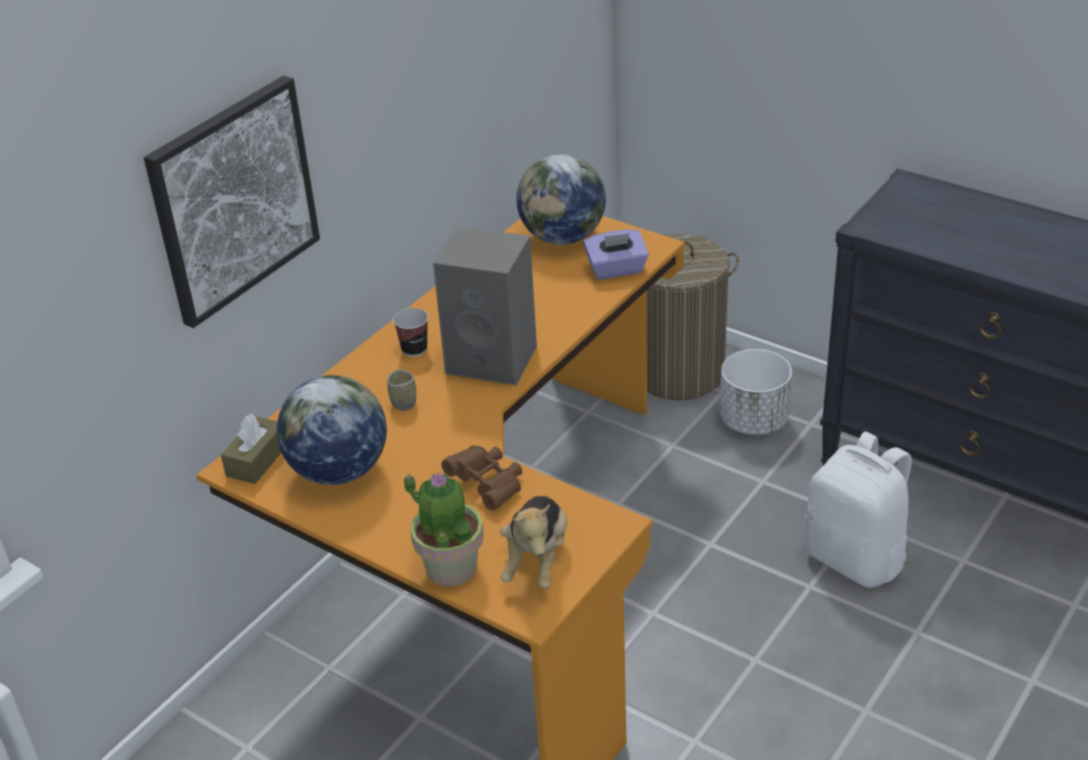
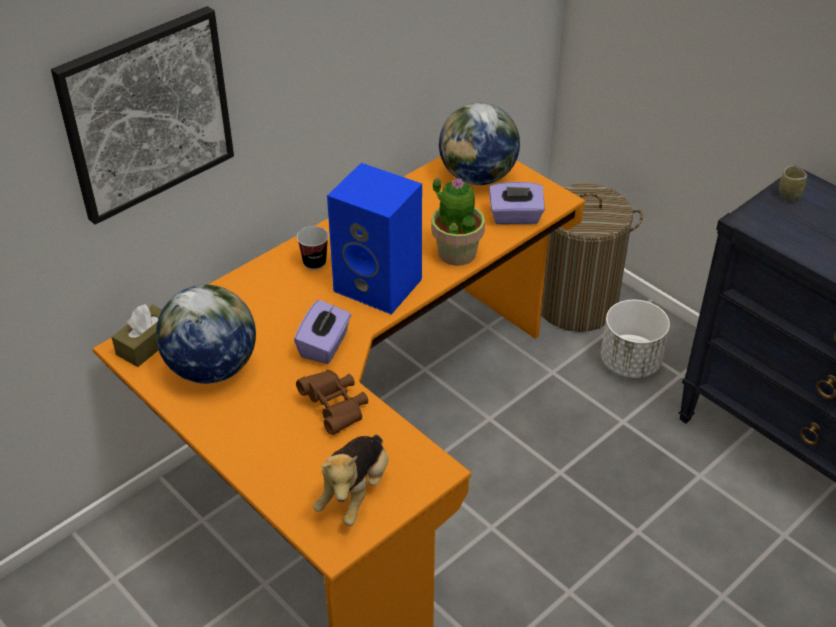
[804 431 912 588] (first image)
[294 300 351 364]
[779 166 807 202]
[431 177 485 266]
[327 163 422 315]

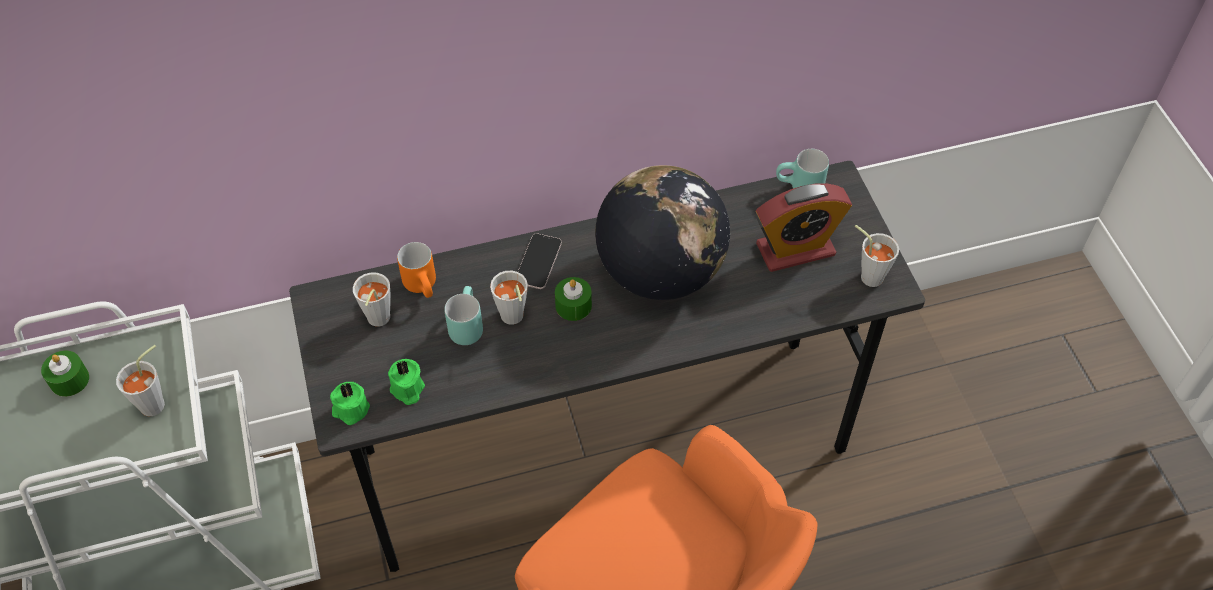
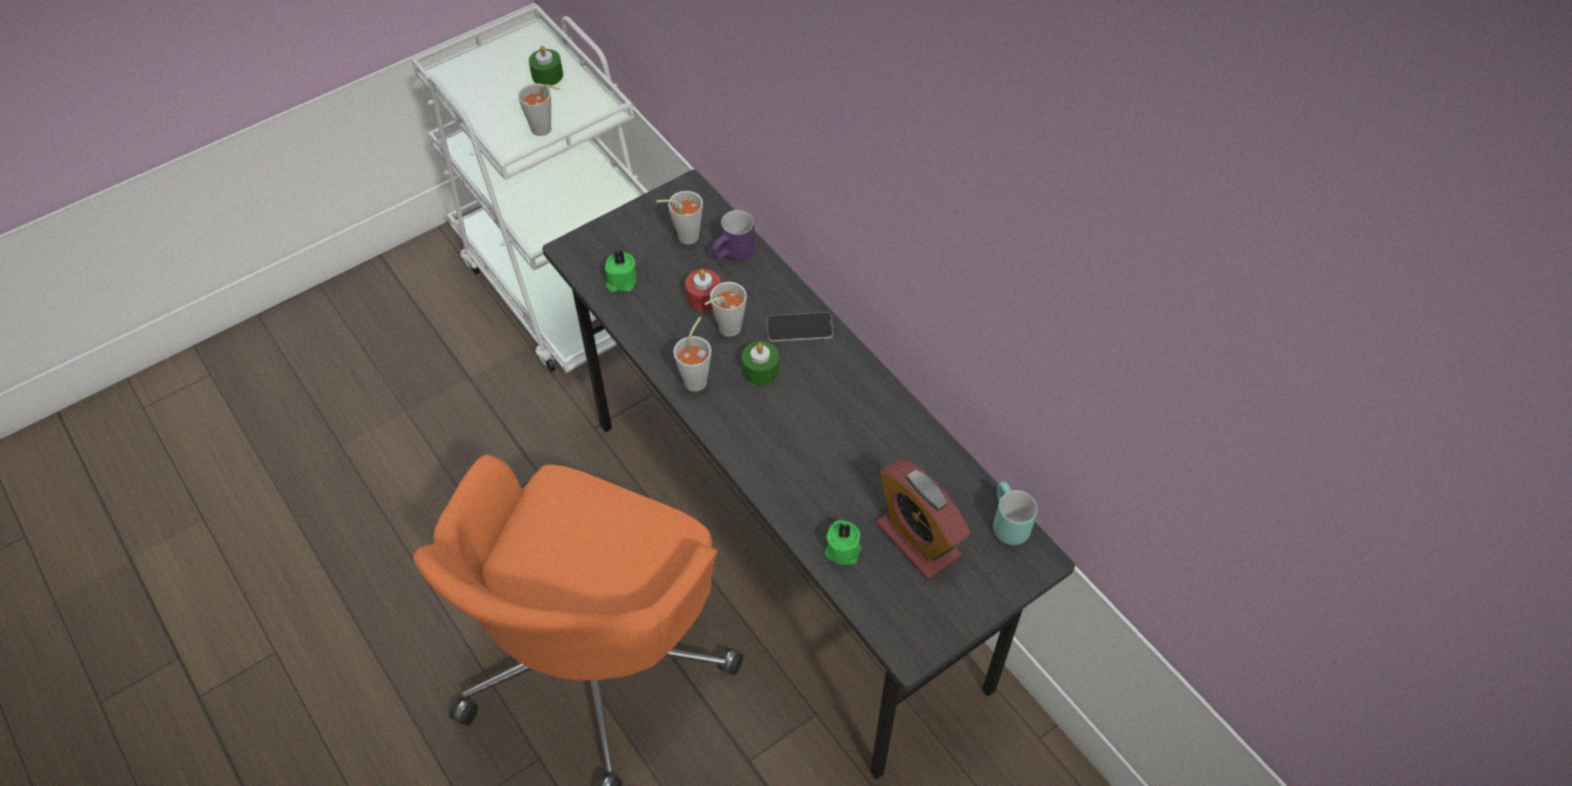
[595 165 730 300] (first image)
[825 520 861 565]
[673 317 711 392]
[685 269 721 311]
[711 210 755 260]

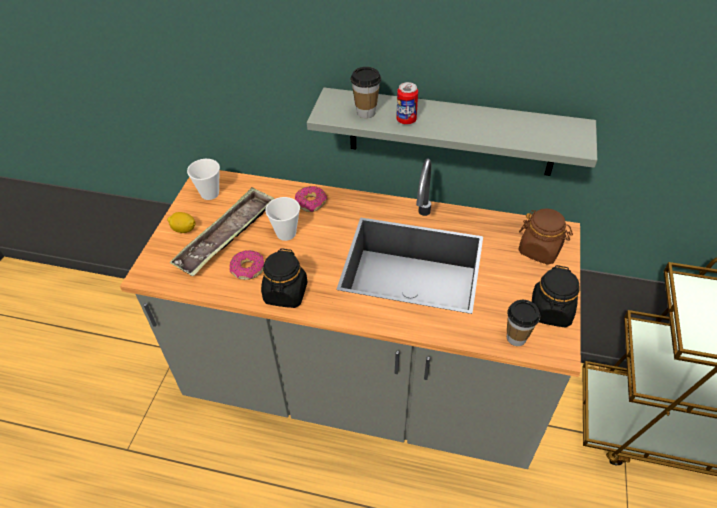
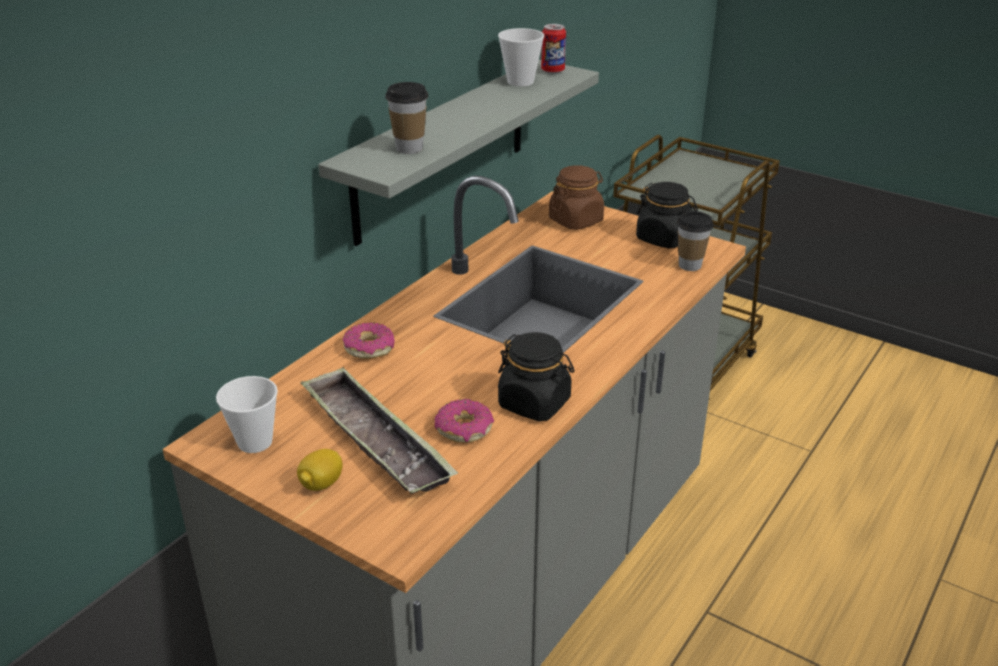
[498 28 544 86]
[541 24 566 74]

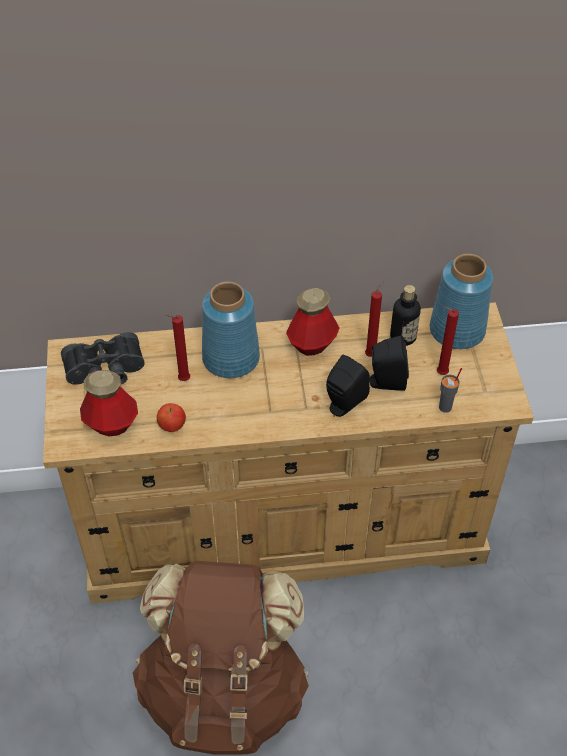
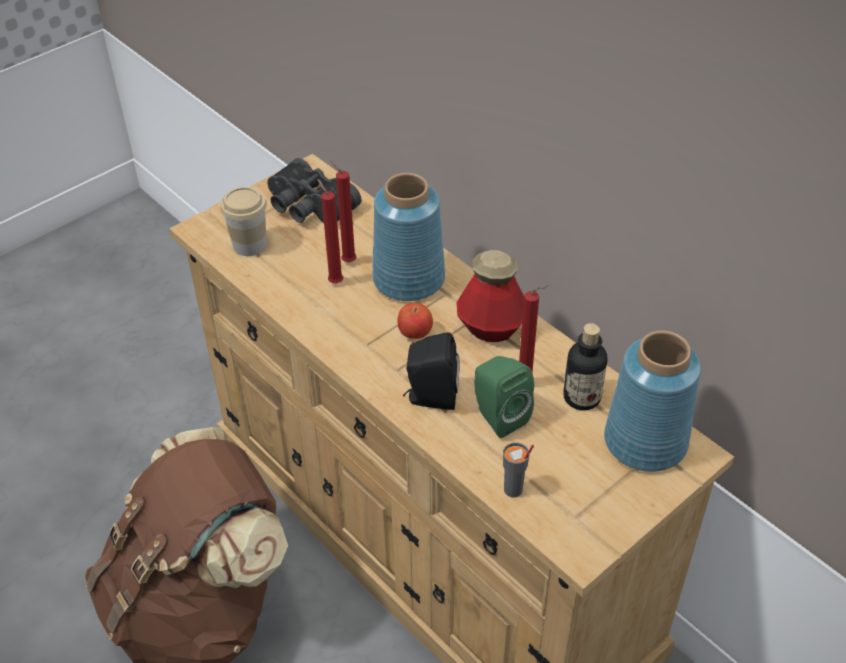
[397 303 433 339]
[317 179 343 283]
[220 187 267 256]
[474 356 534 438]

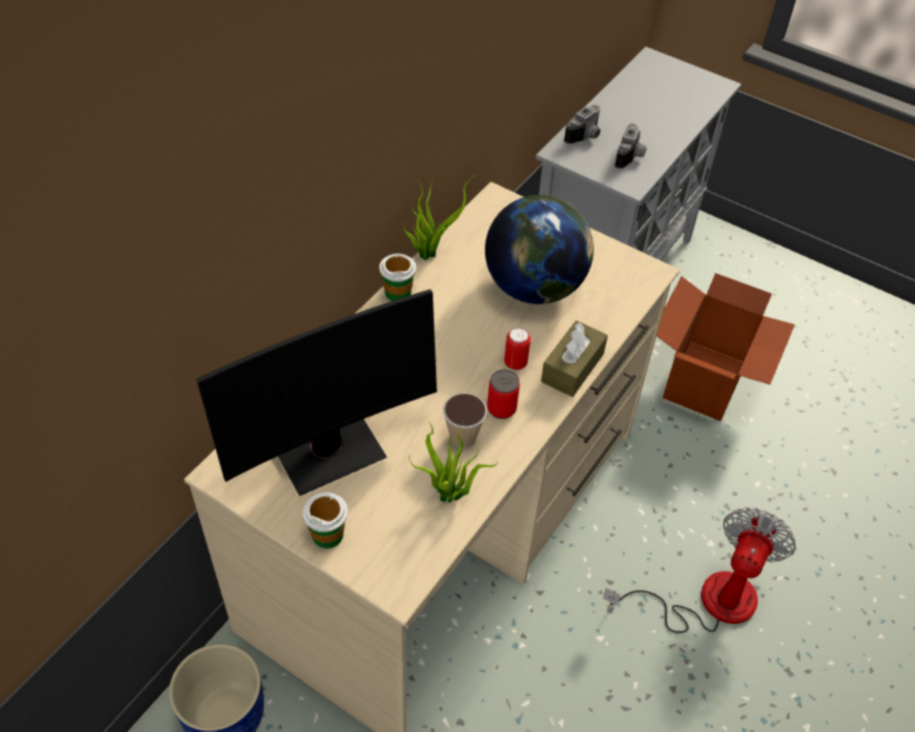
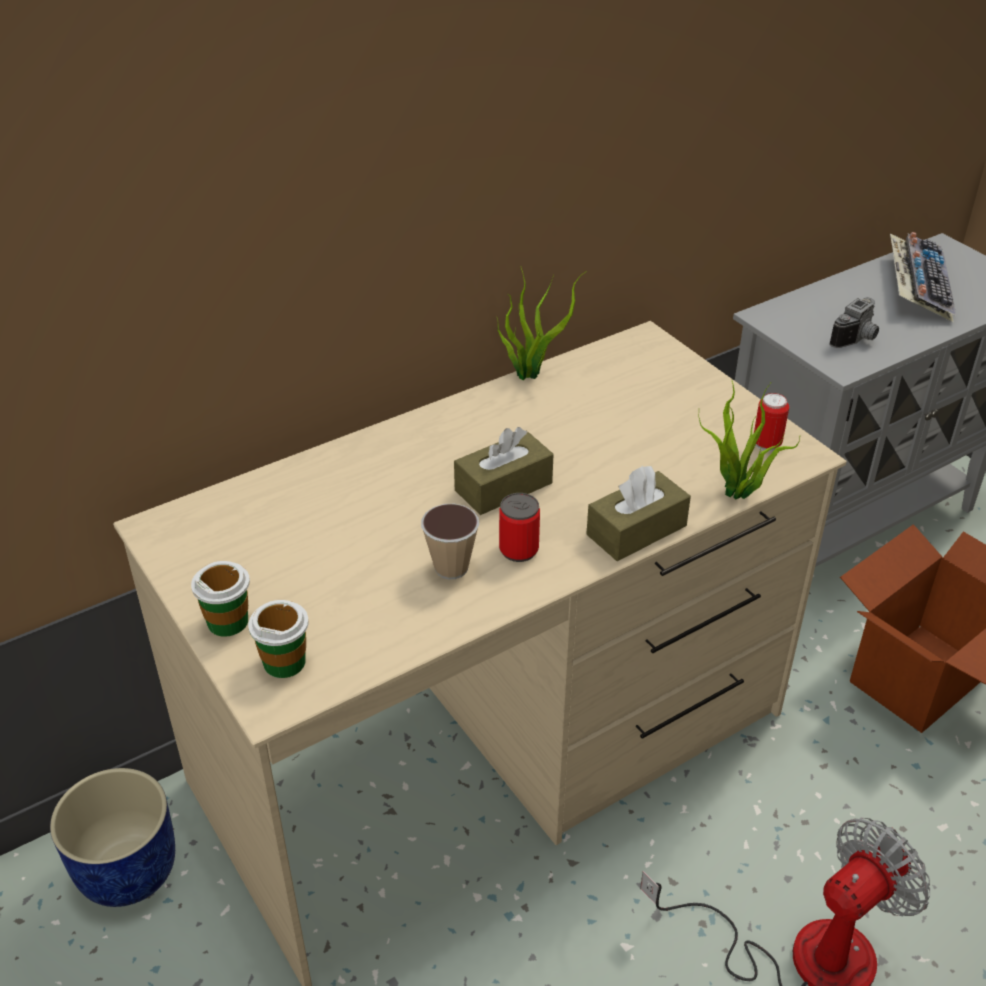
[196 289 437 496] (first image)
[485 195 594 304] (first image)
[564 105 600 144] (first image)
[454 427 554 515]
[890 232 956 322]
[248 600 309 678]
[699 381 800 499]
[754 393 789 452]

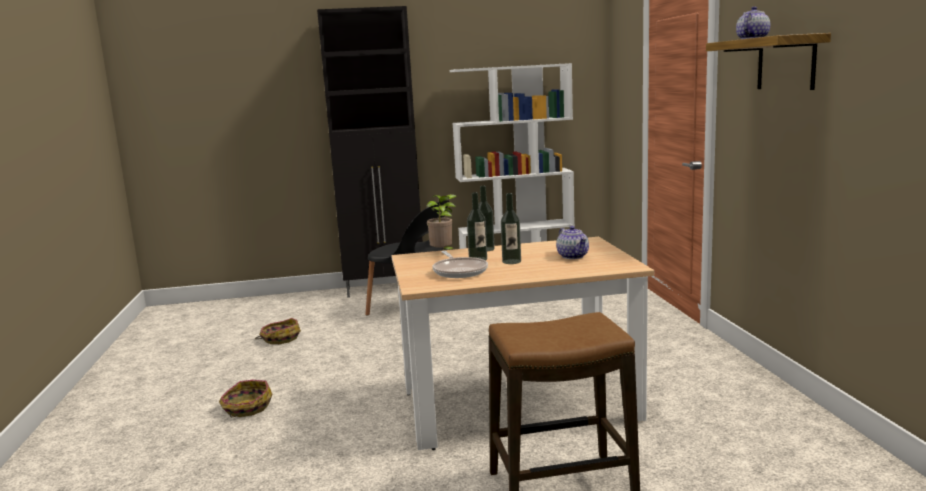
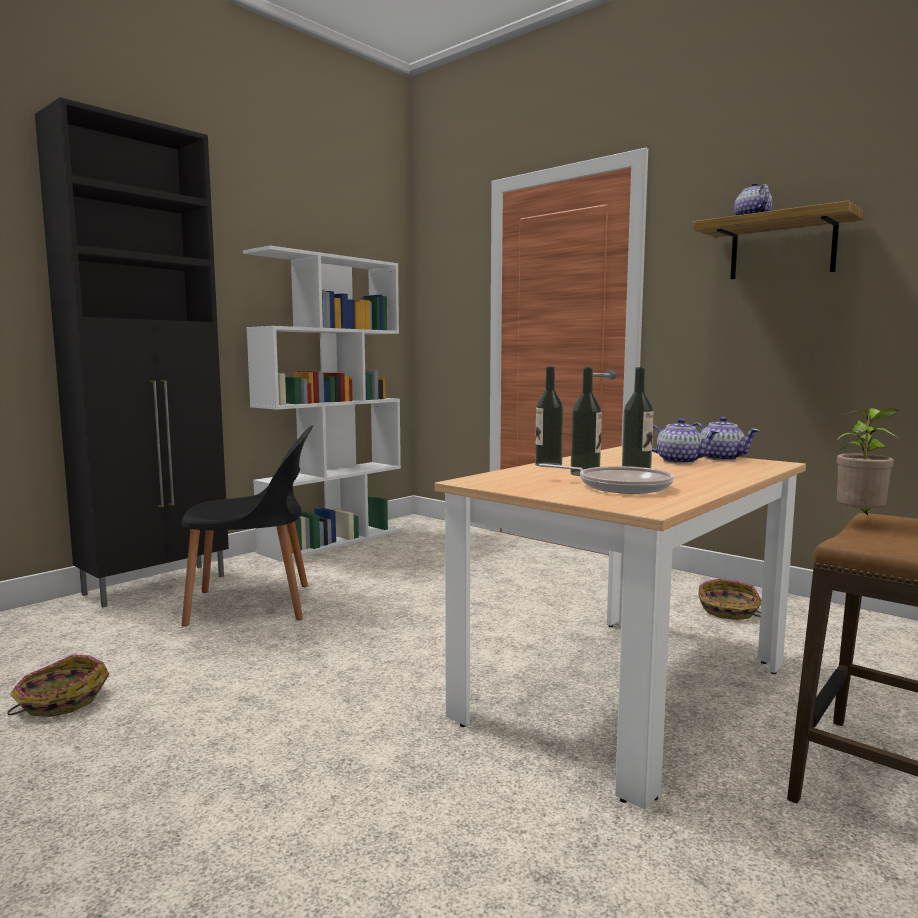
[692 416 760 461]
[699 579 761 620]
[836 408 898 515]

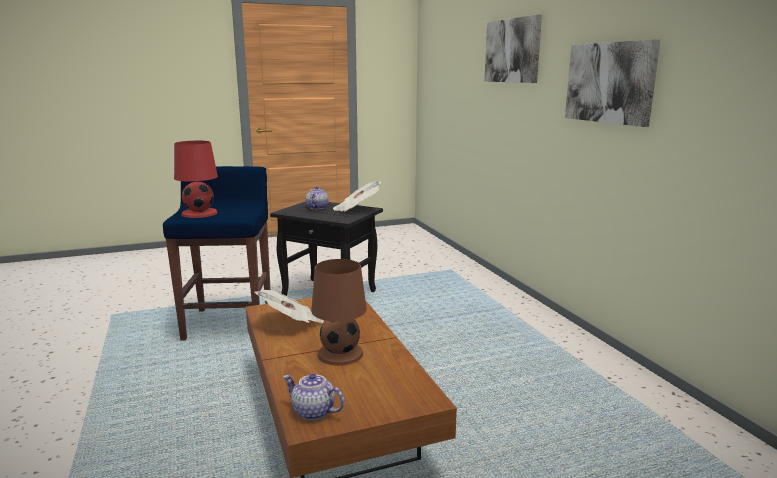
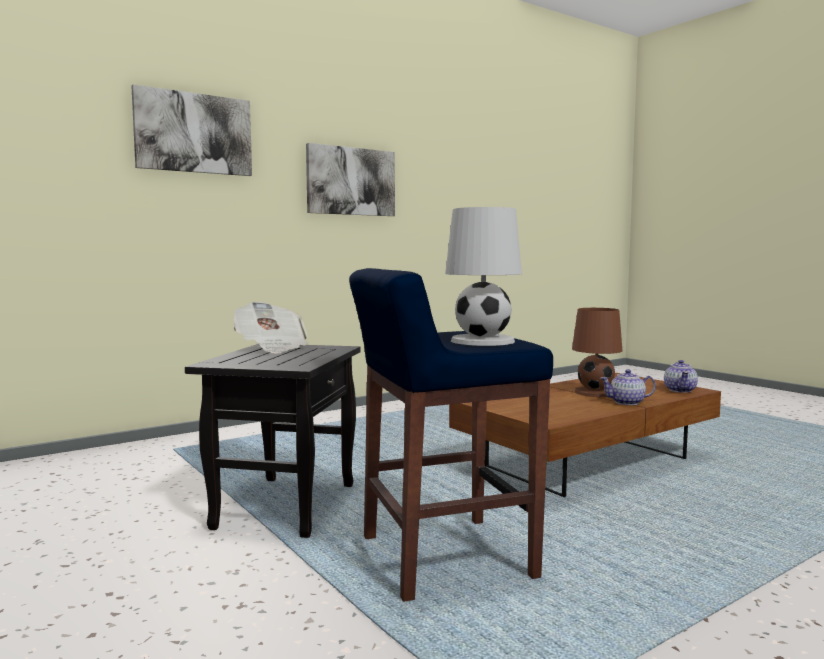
[254 290 324 323] (first image)
[600 369 656 405]
[445 207 522 346]

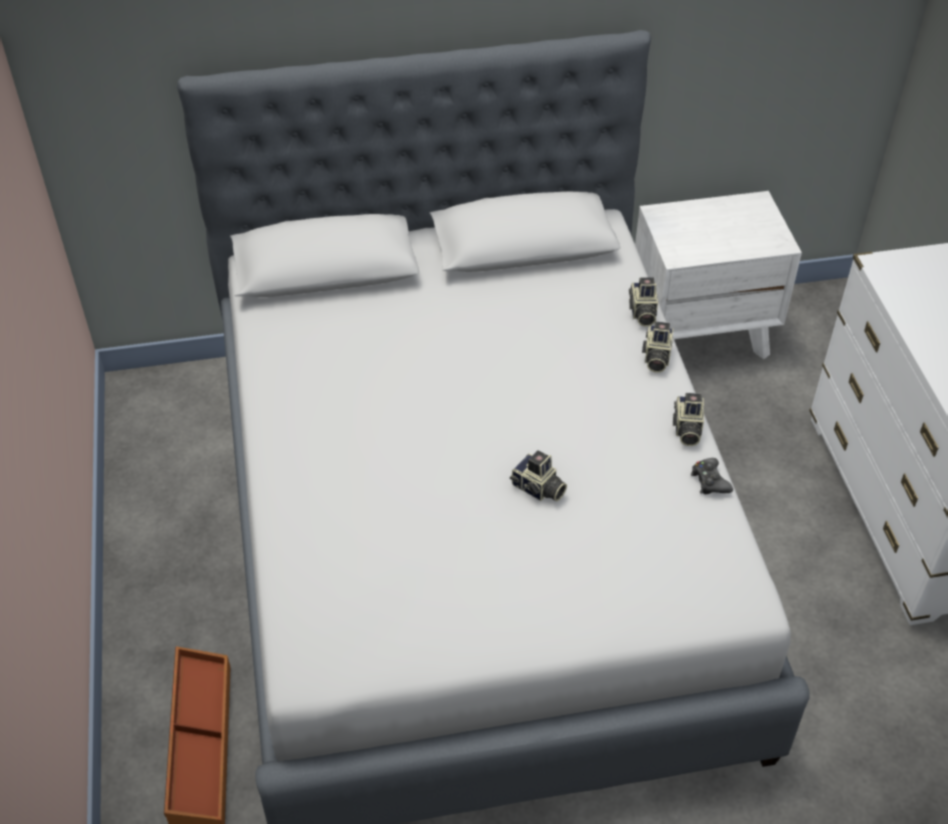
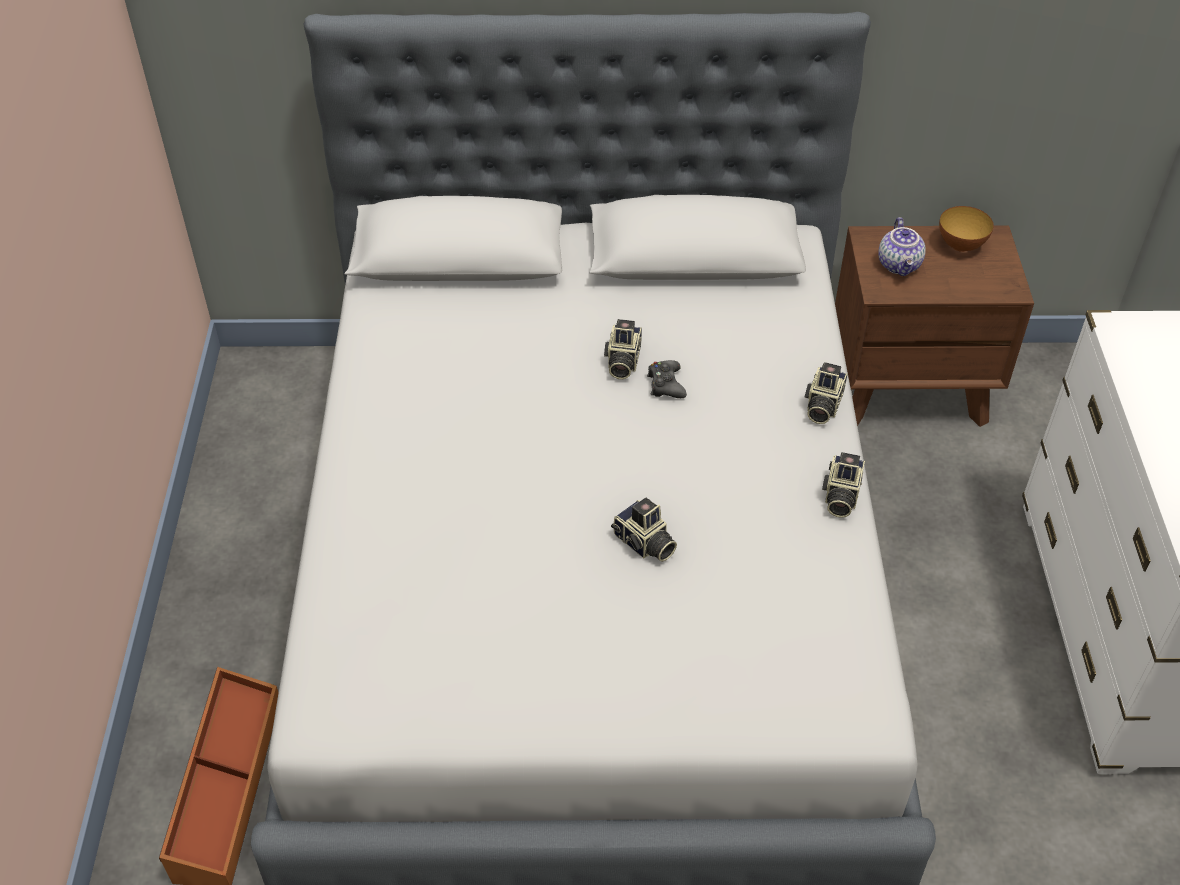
[878 217 926 276]
[939 206 994 252]
[604 319 642 379]
[647 360 687 398]
[835 226 1034 427]

